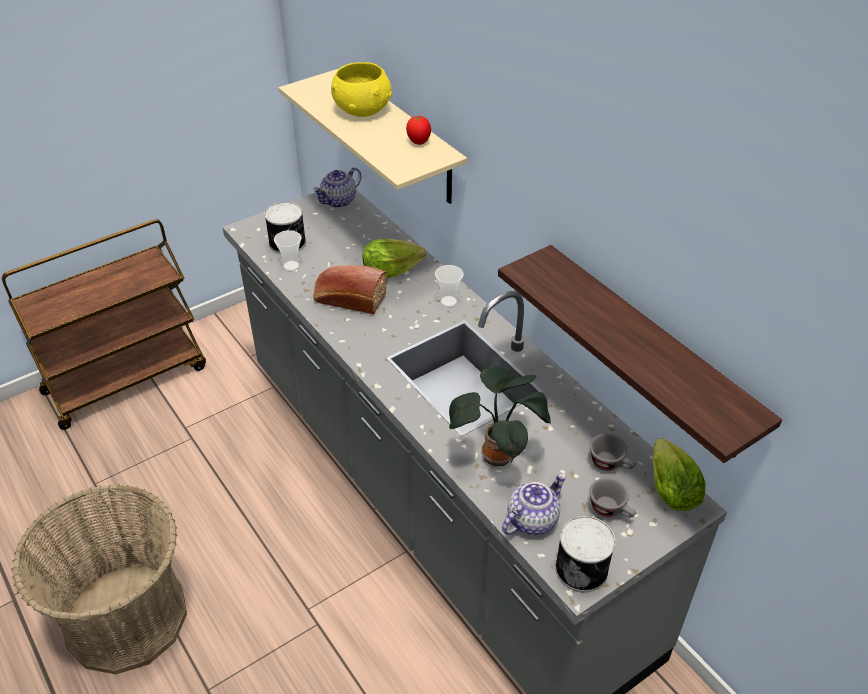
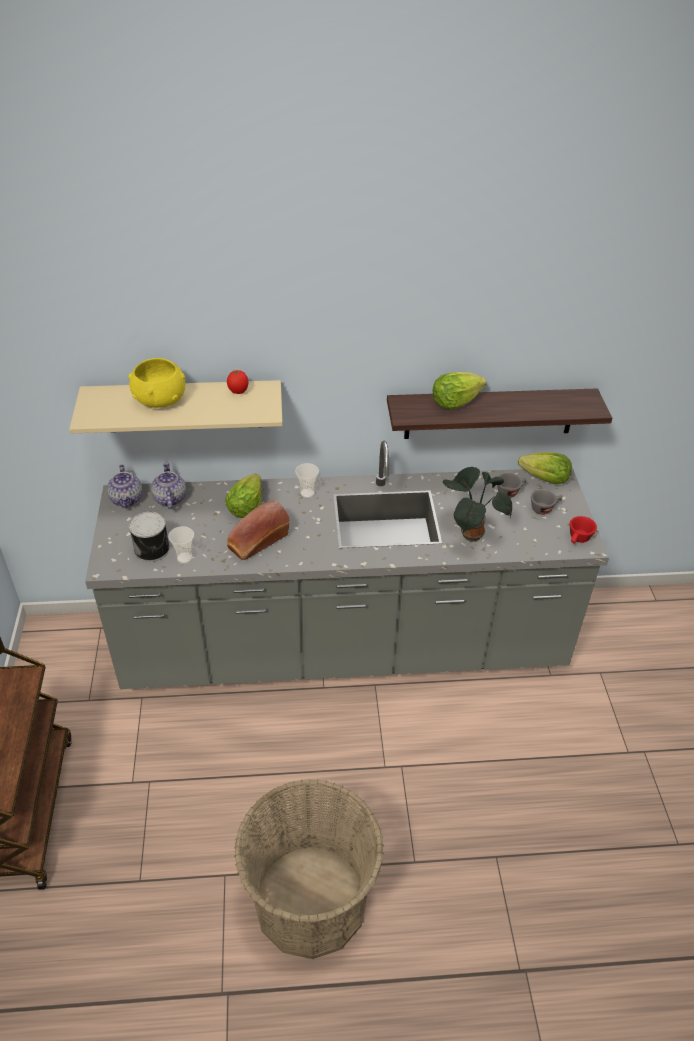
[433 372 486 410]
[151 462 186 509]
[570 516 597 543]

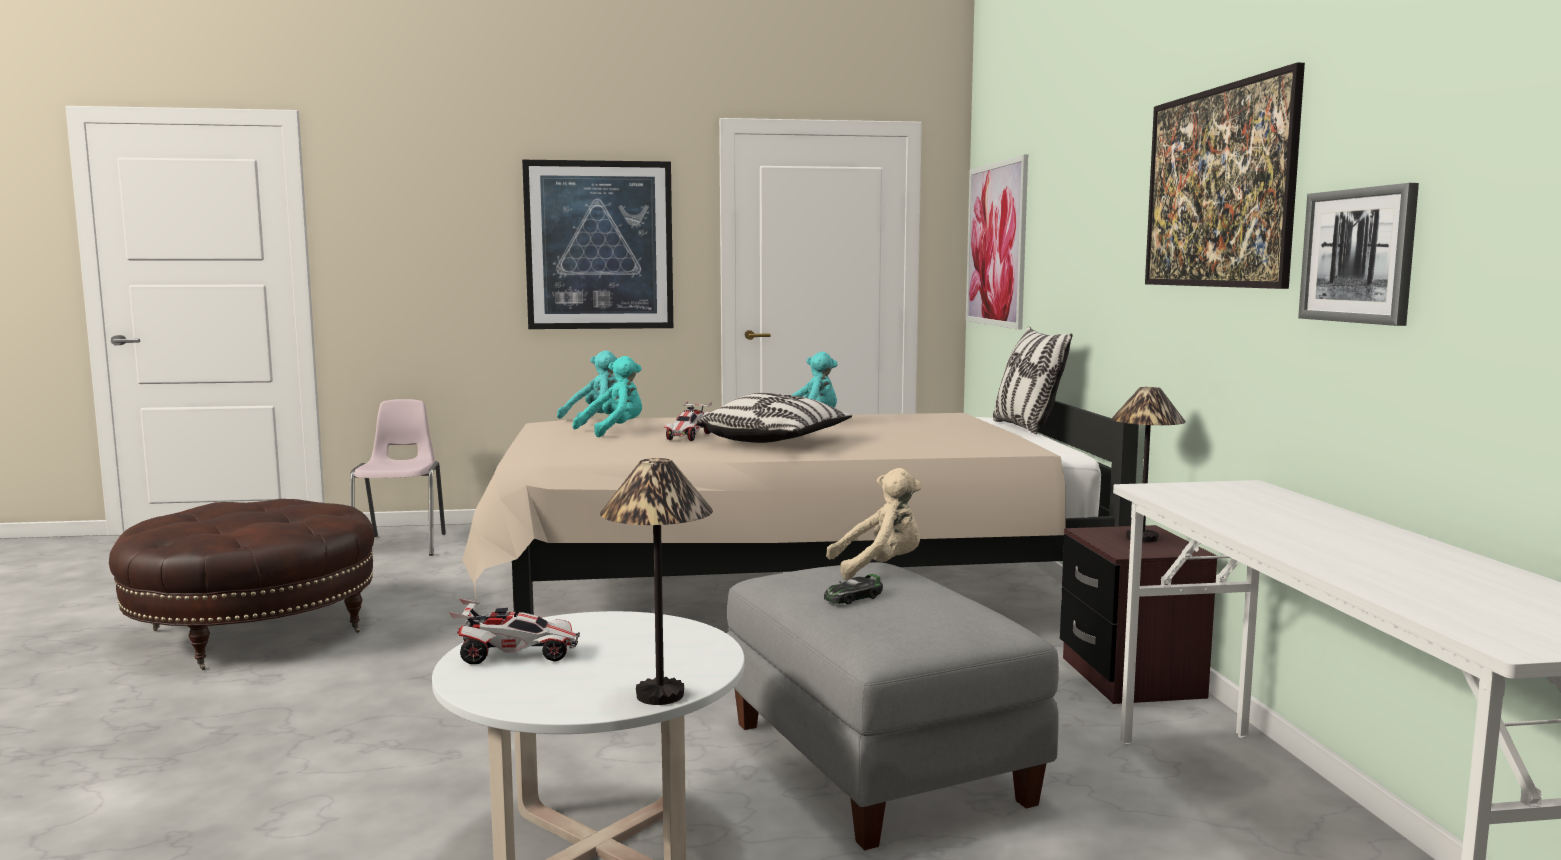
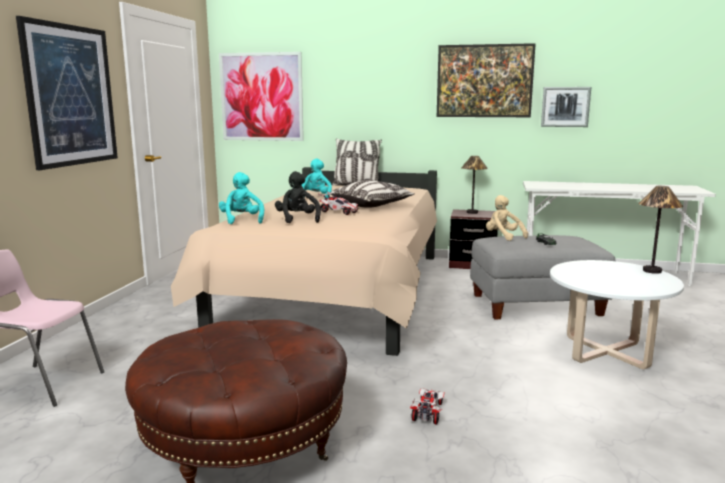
[410 389 445 425]
[275 171 321 223]
[486 195 529 241]

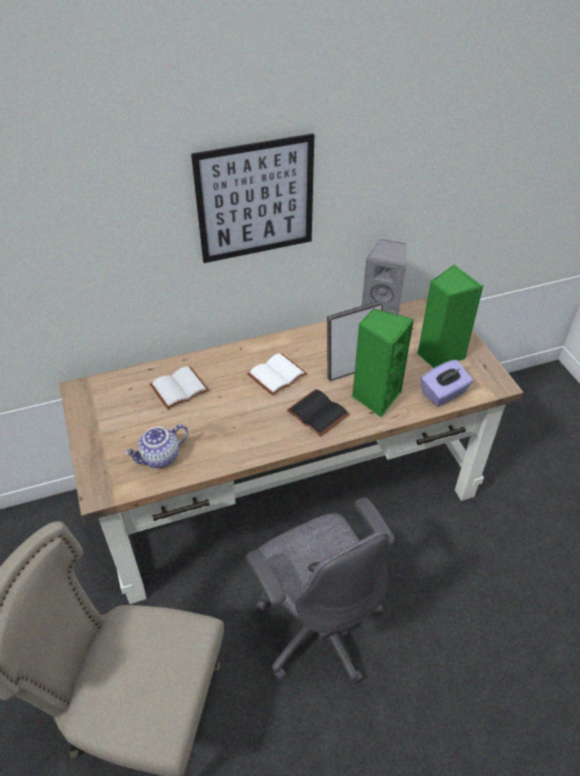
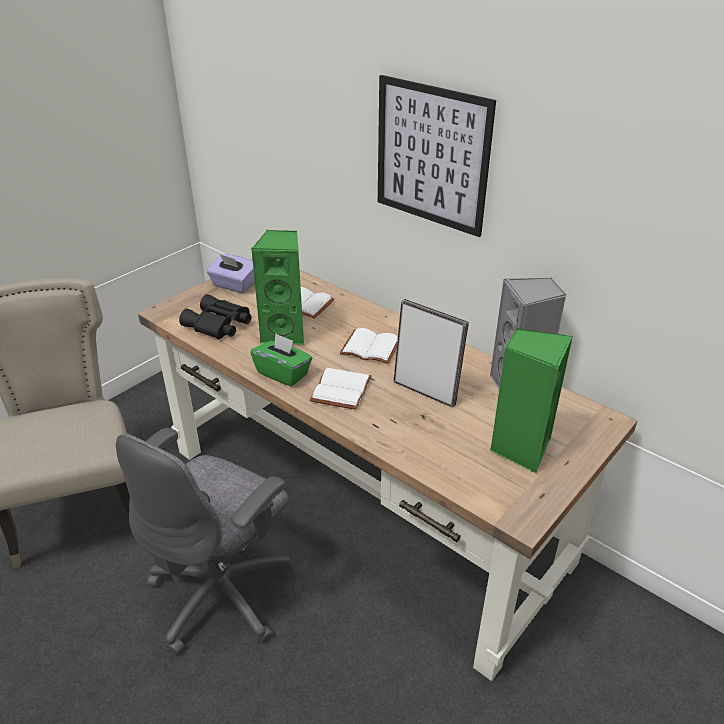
[250 333 312 387]
[251 230 304 345]
[207 254 255 293]
[179 294 251 339]
[310 368 372 410]

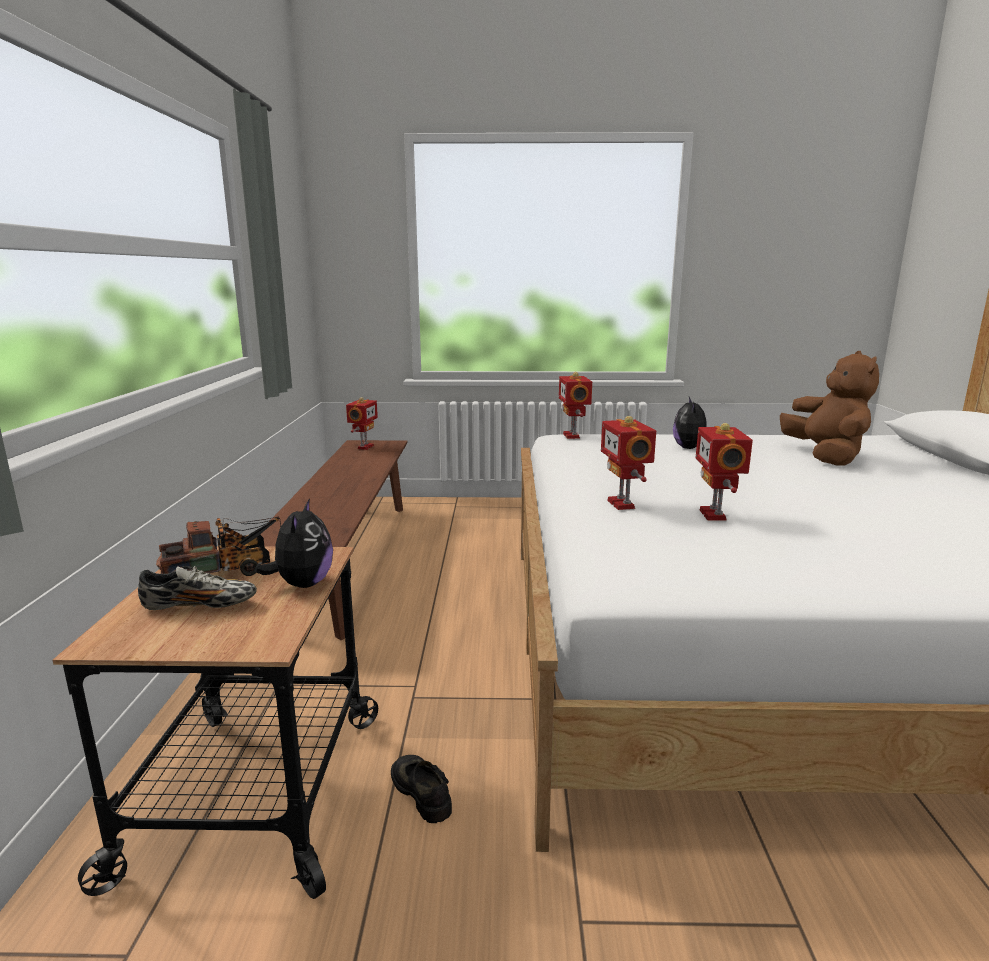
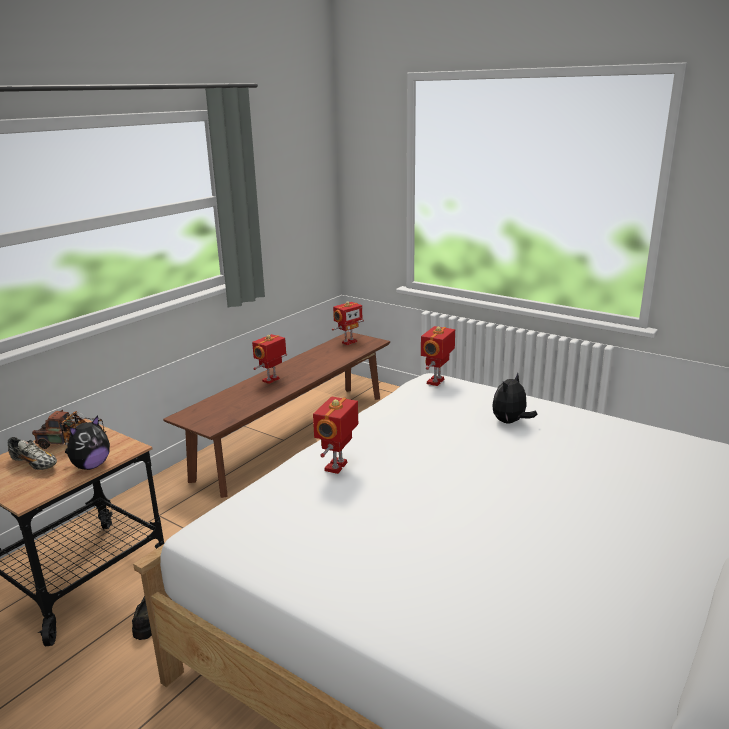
[780 351 879 466] (first image)
[252 334 287 384]

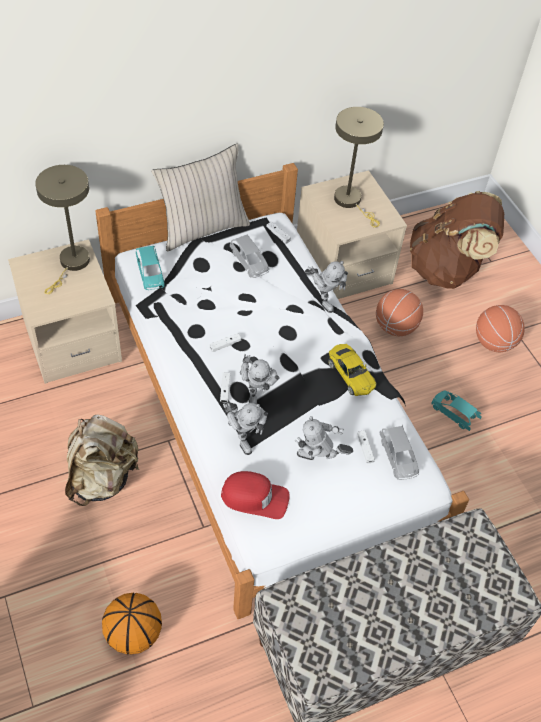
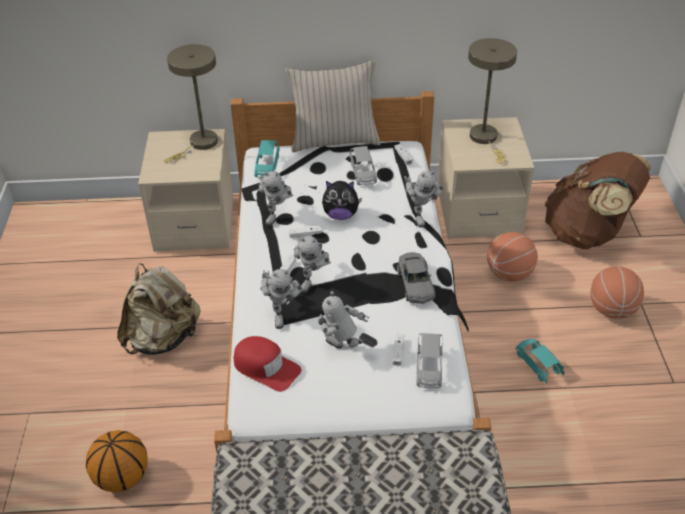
[258 171 293 226]
[322 181 362 220]
[397 252 436 304]

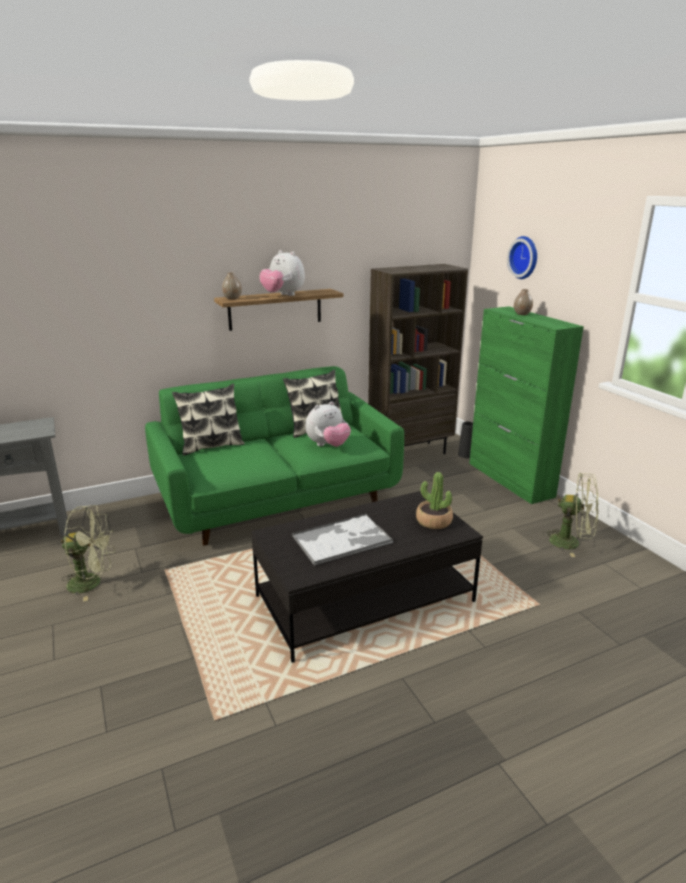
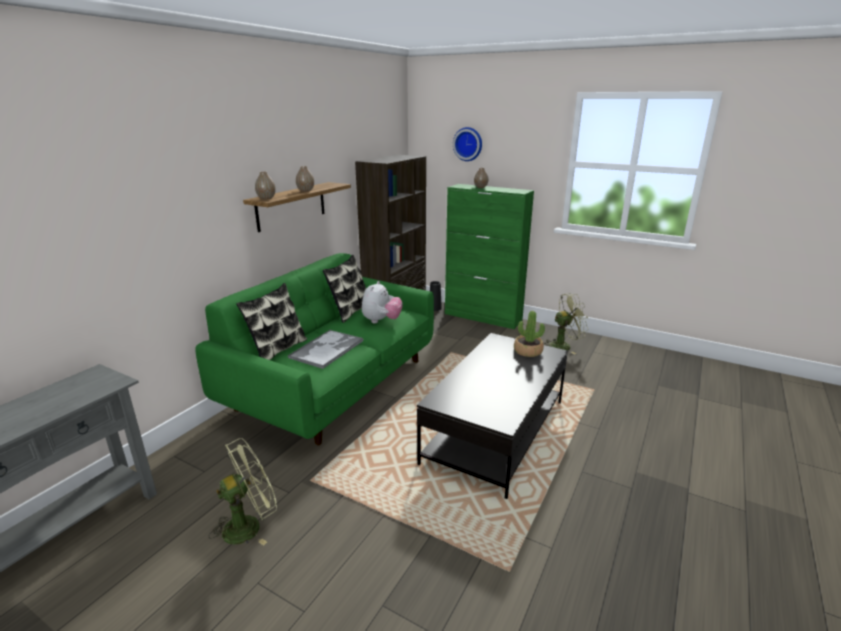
[288 330 363 369]
[296 166 314 192]

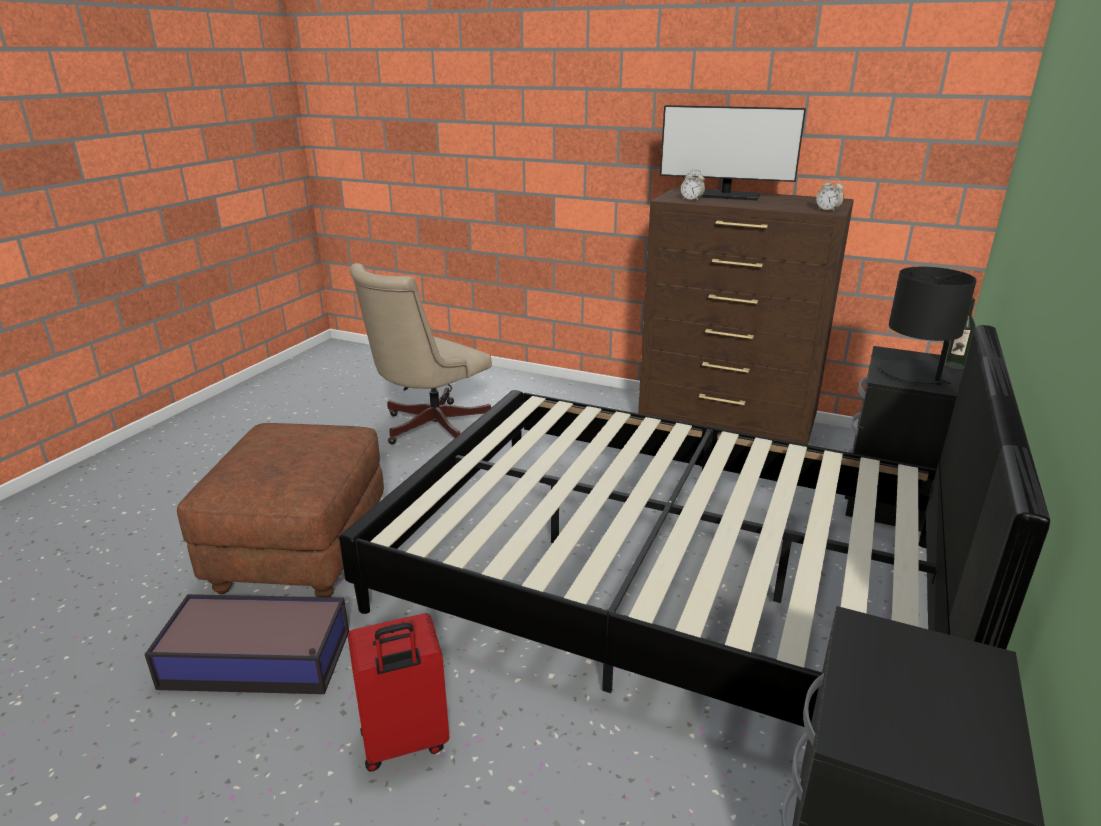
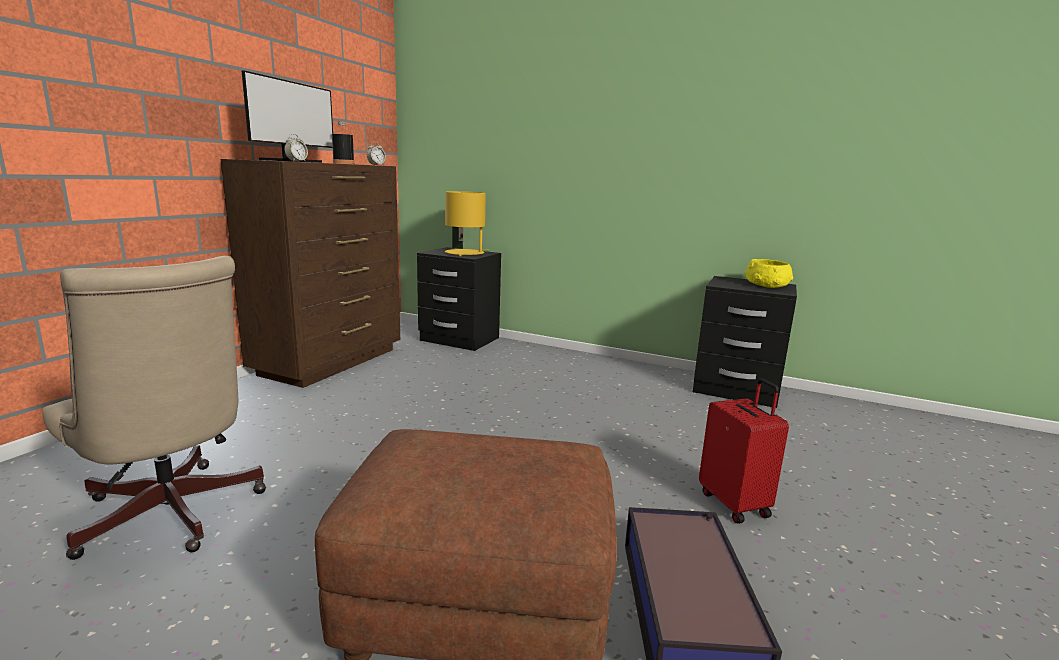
[339 325 1050 727] (first image)
[332 122 354 164]
[744 259 793 288]
[445 191 486 256]

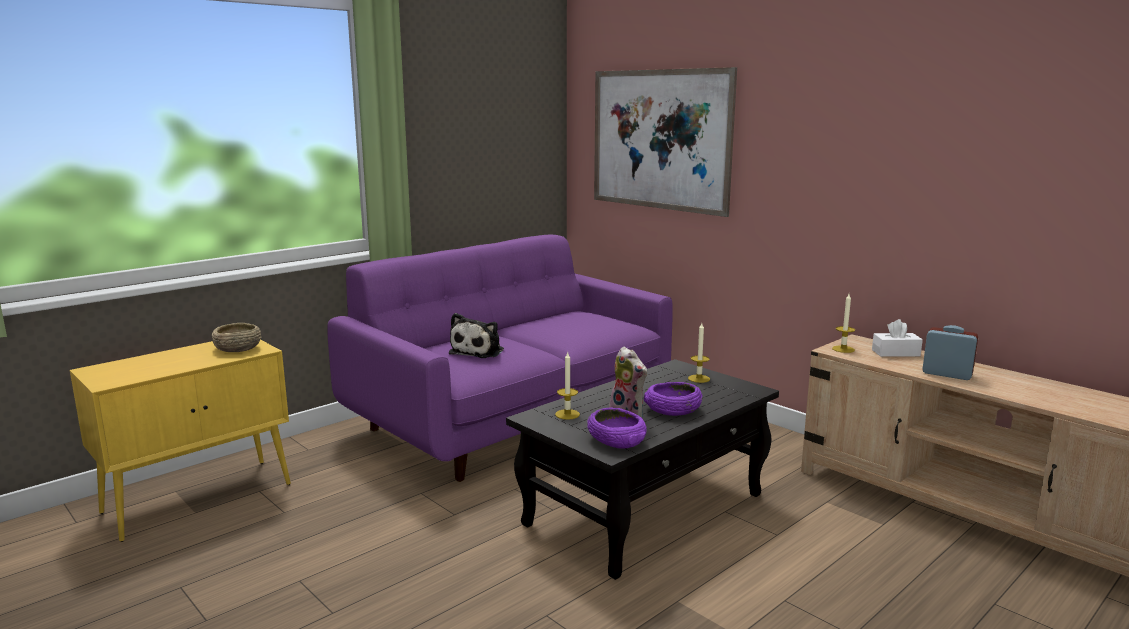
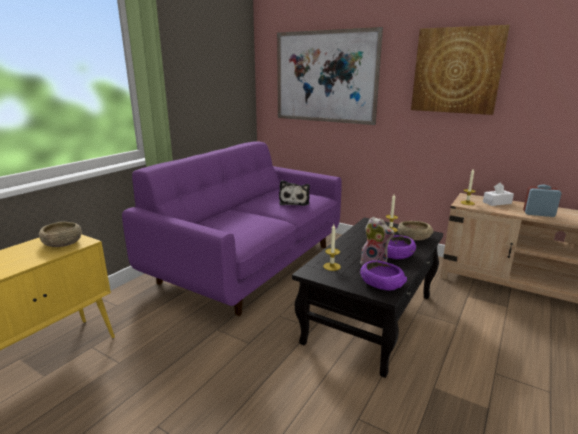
[397 221 433 241]
[411 25 510 115]
[279 180 310 206]

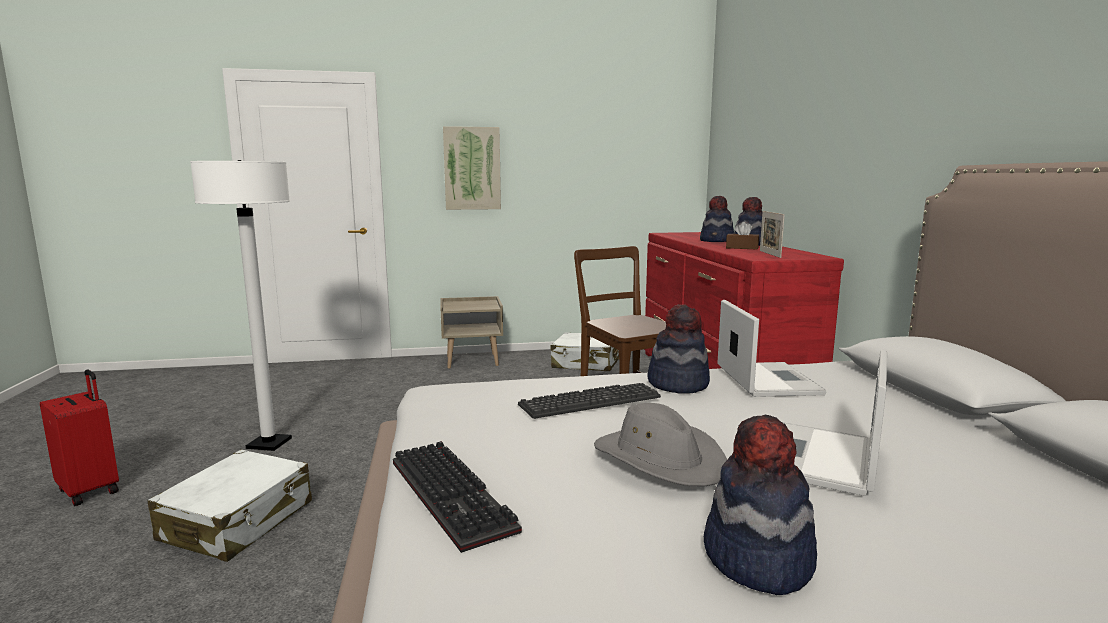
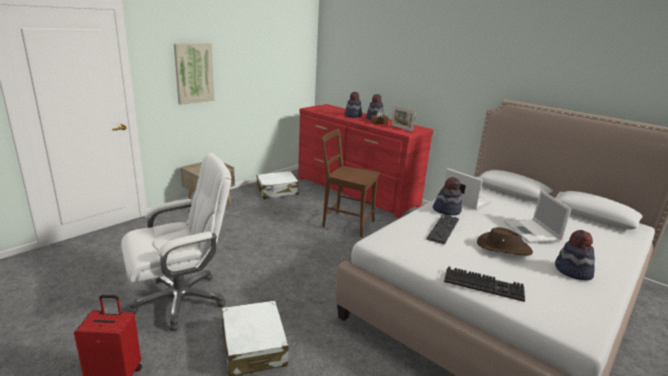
[121 153 232 331]
[477 227 533 256]

